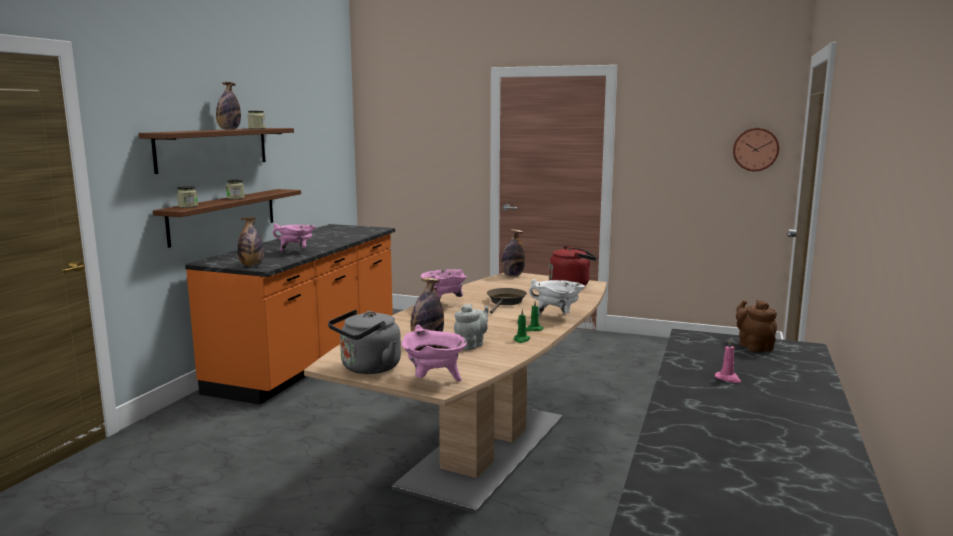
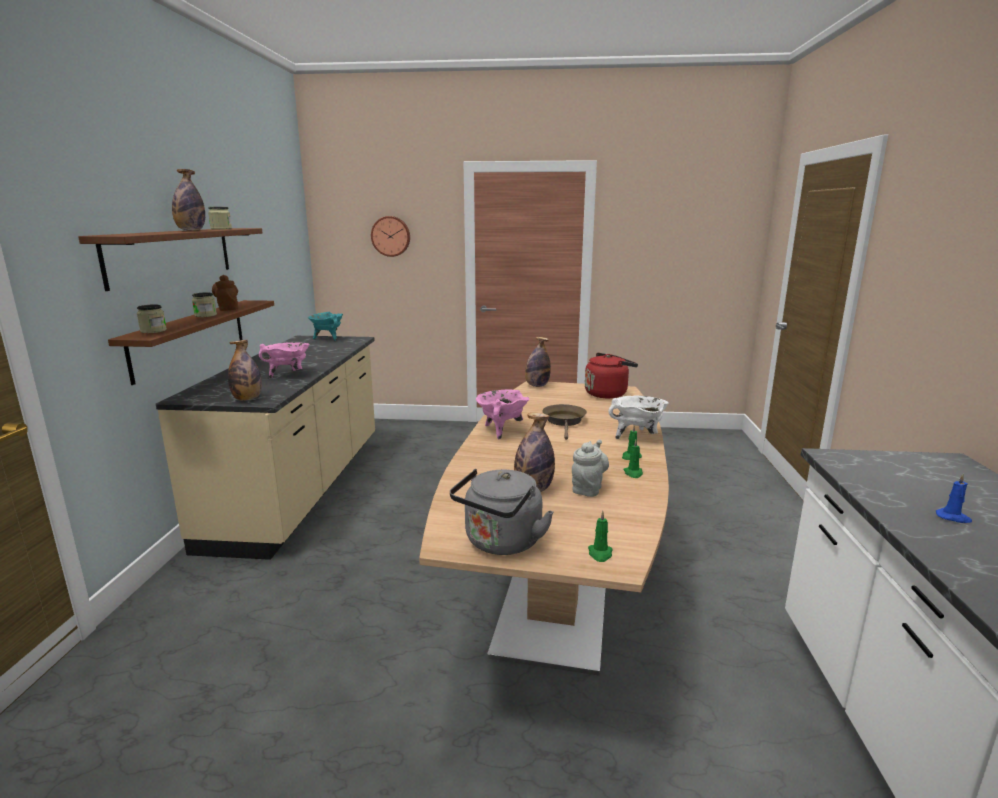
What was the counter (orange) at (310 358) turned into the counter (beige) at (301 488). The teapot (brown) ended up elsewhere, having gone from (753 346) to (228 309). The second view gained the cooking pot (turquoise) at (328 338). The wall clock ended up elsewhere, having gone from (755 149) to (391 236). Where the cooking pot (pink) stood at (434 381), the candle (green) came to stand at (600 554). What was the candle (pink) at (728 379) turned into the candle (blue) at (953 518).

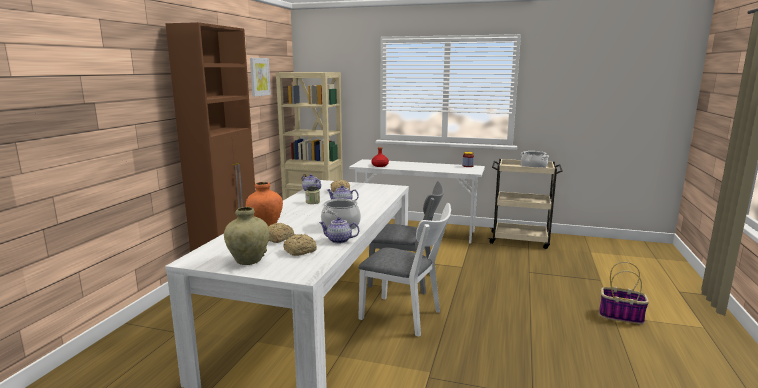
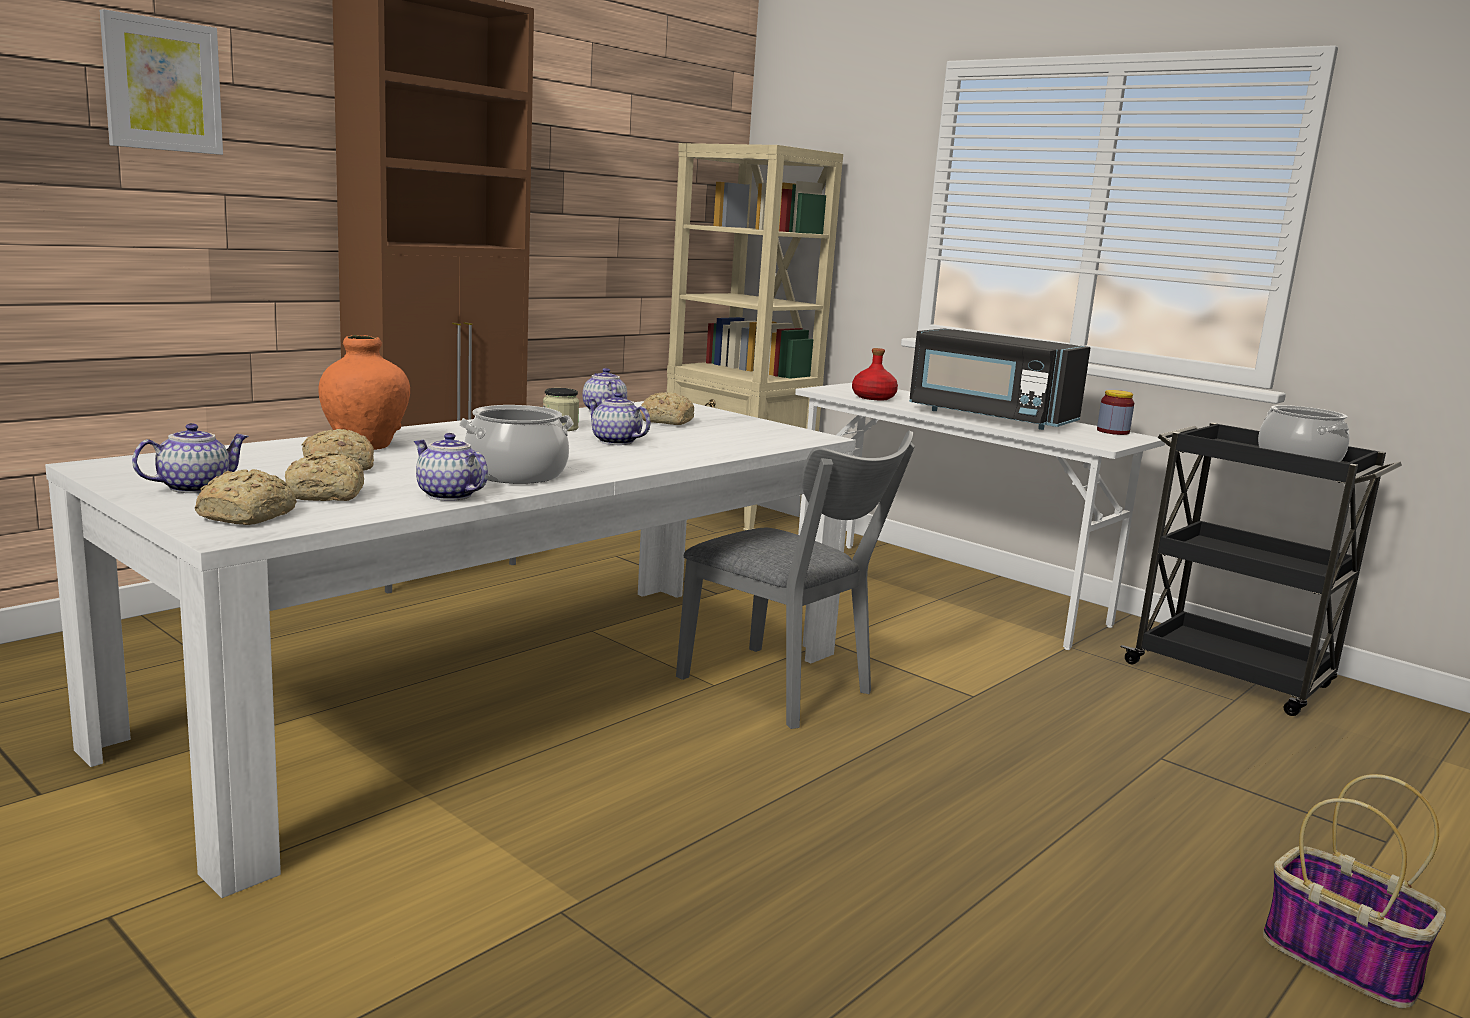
The picture ended up elsewhere, having gone from (259 76) to (162 85). Where the vase (beige) stood at (248 260), the teapot came to stand at (194 487). The second view gained the bread at (249 516). The second view gained the microwave (black) at (989 417). What was the cart (beige) at (520 240) turned into the cart (black) at (1232 677). The second view lost the chair (white) at (406 316).

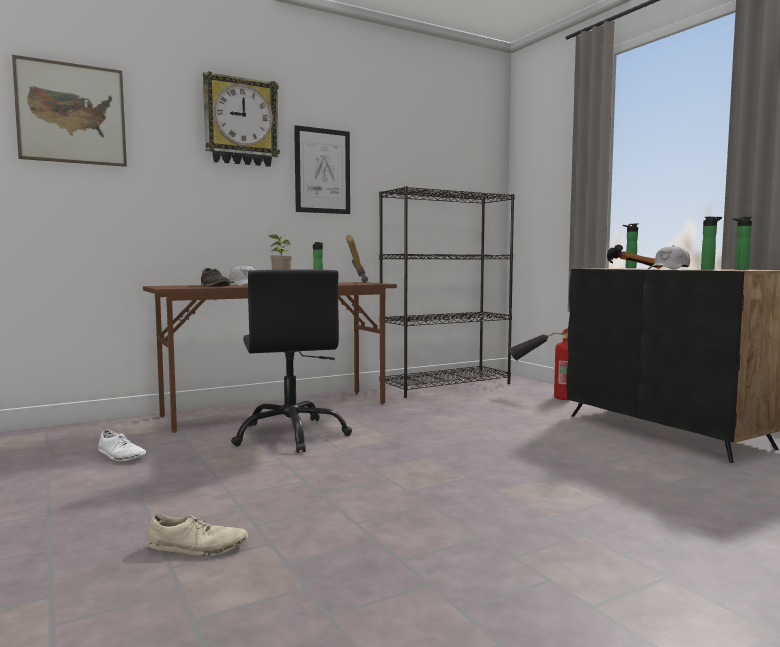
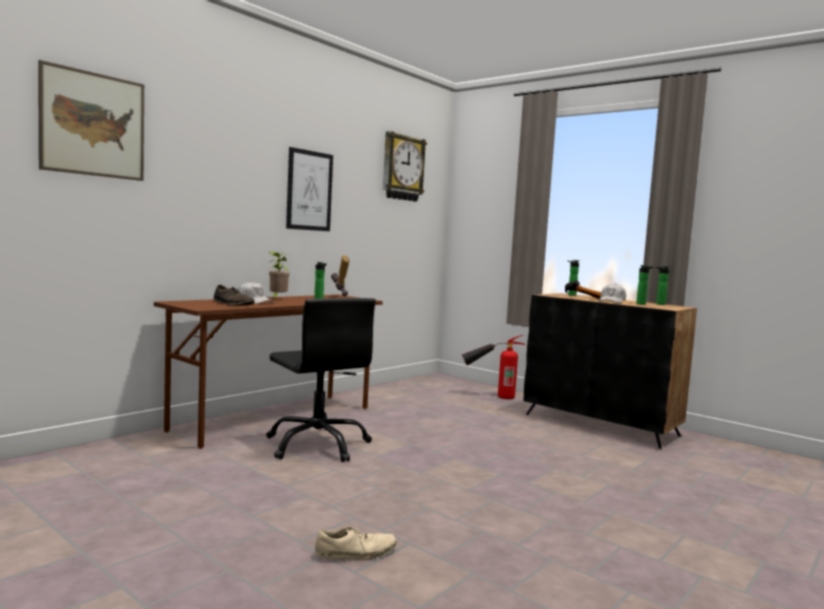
The wall clock ended up elsewhere, having gone from (241 122) to (402 168). The second view lost the shoe (white) at (121 455). The second view lost the bookcase (black) at (446 386).

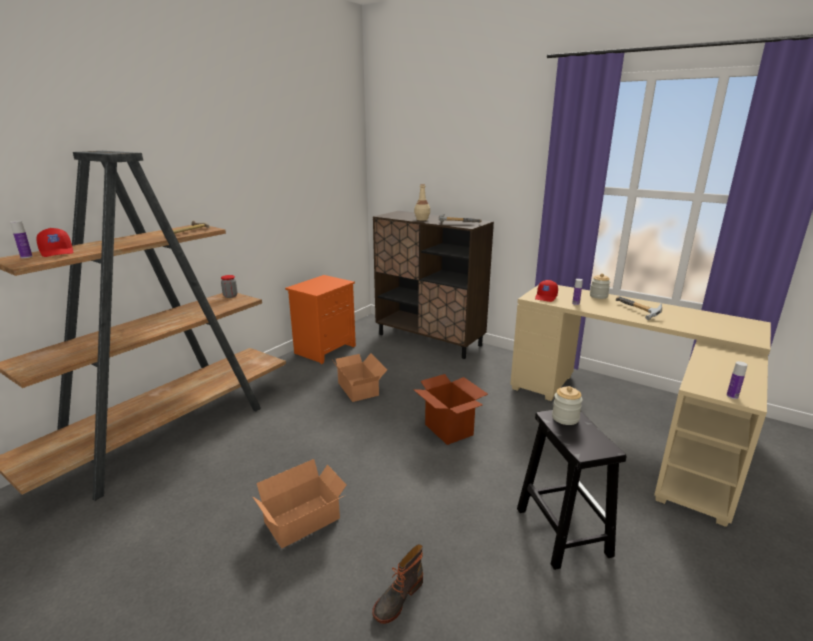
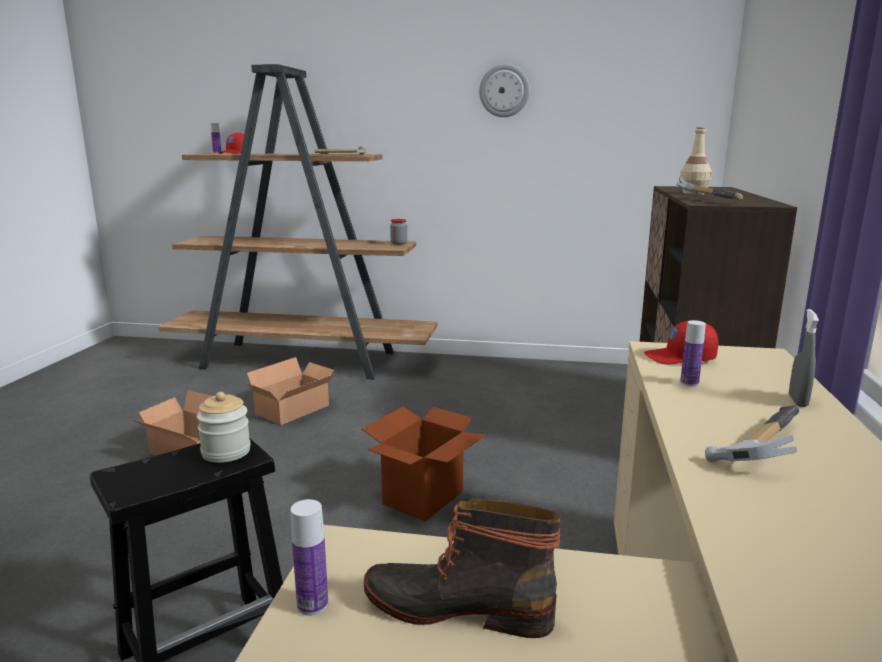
The cardboard box ended up elsewhere, having gone from (359 388) to (295 410). The boot ended up elsewhere, having gone from (397 598) to (459 606). The second view gained the wall clock at (504 91). Where the jar stood at (598 296), the spray bottle (grey) came to stand at (798 401). The second view lost the nightstand (orange) at (325 349).

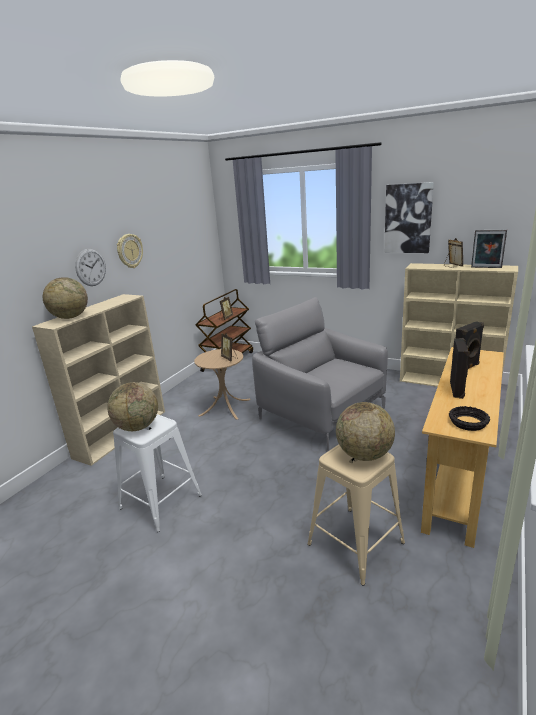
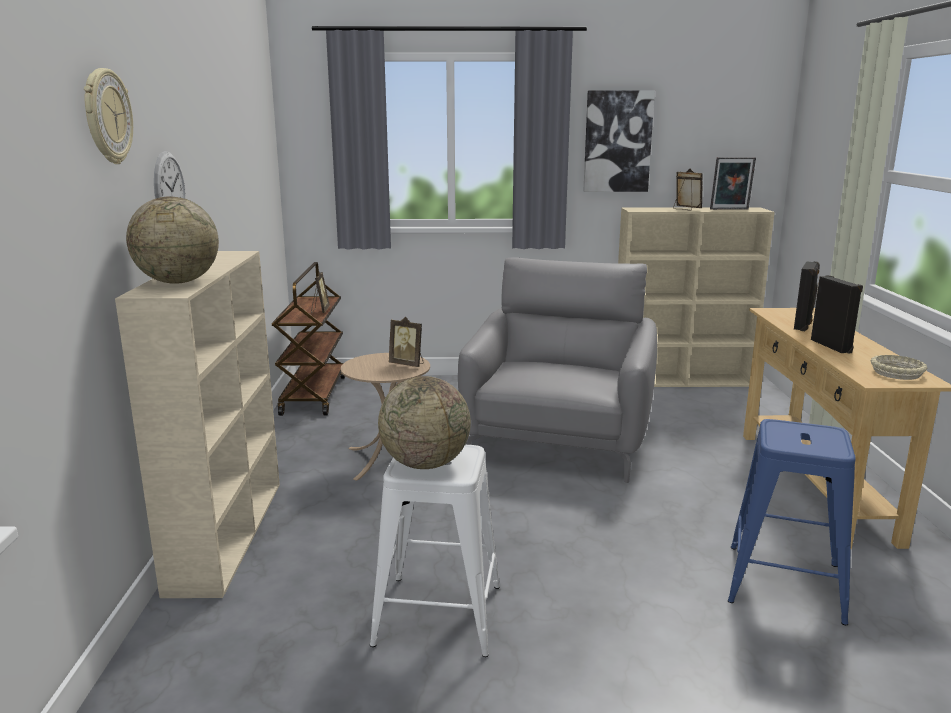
The wall clock ended up elsewhere, having gone from (129 251) to (106 117). The armchair (grey) at (322 413) ended up facing another way, 90 degrees clockwise from before. What was the stool (beige) at (355 543) turned into the stool (blue) at (784 583). What was the bowl (black) at (468 422) turned into the bowl (beige) at (896 373). The second view lost the globe at (364 455).

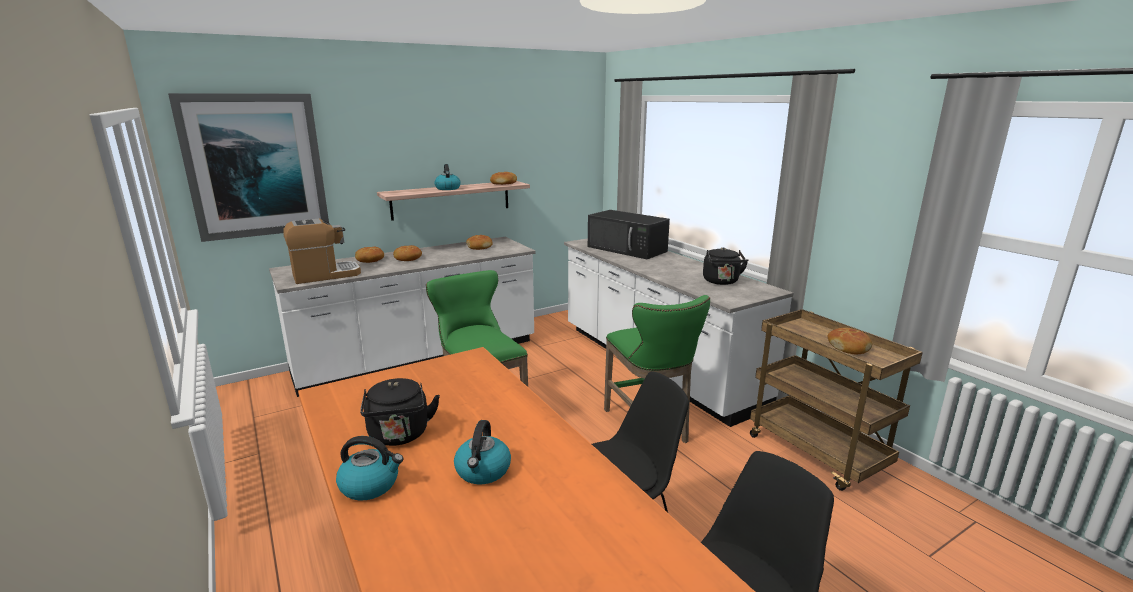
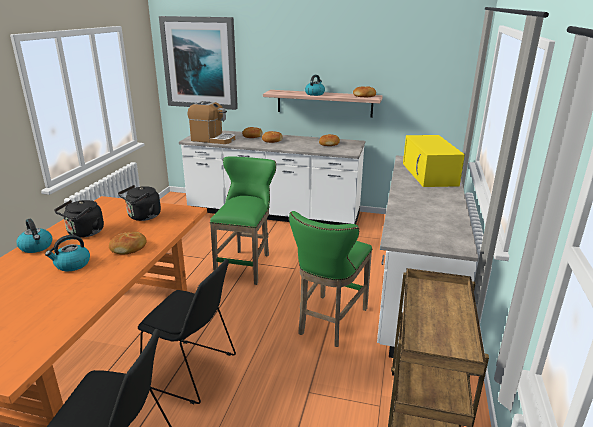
The bread ended up elsewhere, having gone from (848 347) to (129 248). The kettle (black) ended up elsewhere, having gone from (721 282) to (142 217). What was the microwave (black) at (628 249) turned into the microwave (yellow) at (430 174).

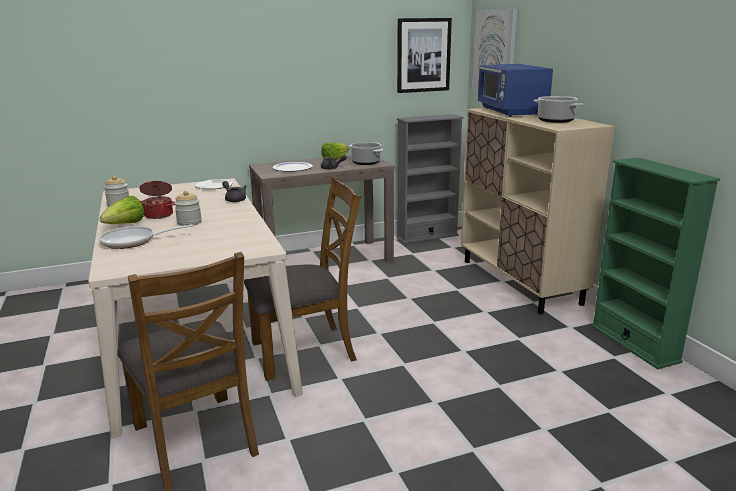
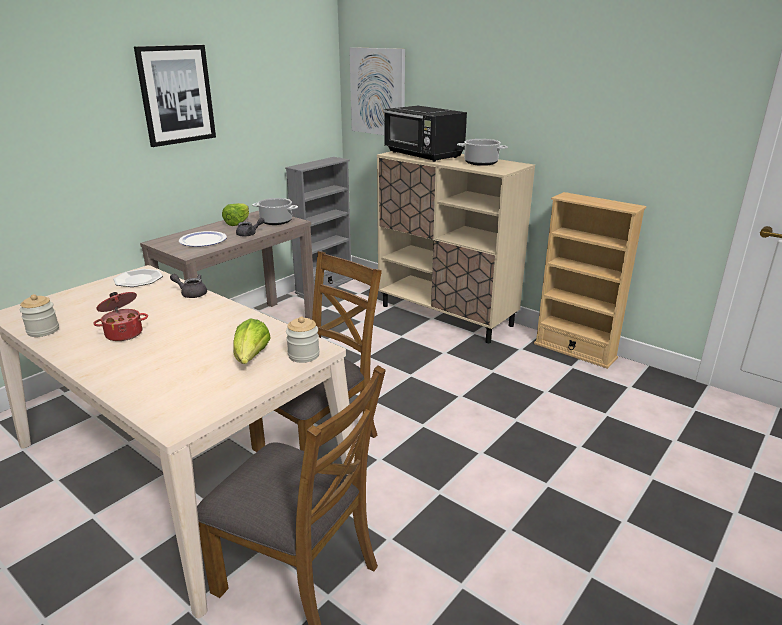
The picture ended up elsewhere, having gone from (423 55) to (176 95). The lettuce ended up elsewhere, having gone from (125 225) to (251 358). The jar ended up elsewhere, having gone from (189 222) to (303 355). What was the microwave (blue) at (510 112) turned into the microwave (black) at (423 155). What was the bookcase (green) at (634 343) turned into the bookcase (beige) at (575 351). The second view lost the frying pan at (133 241).

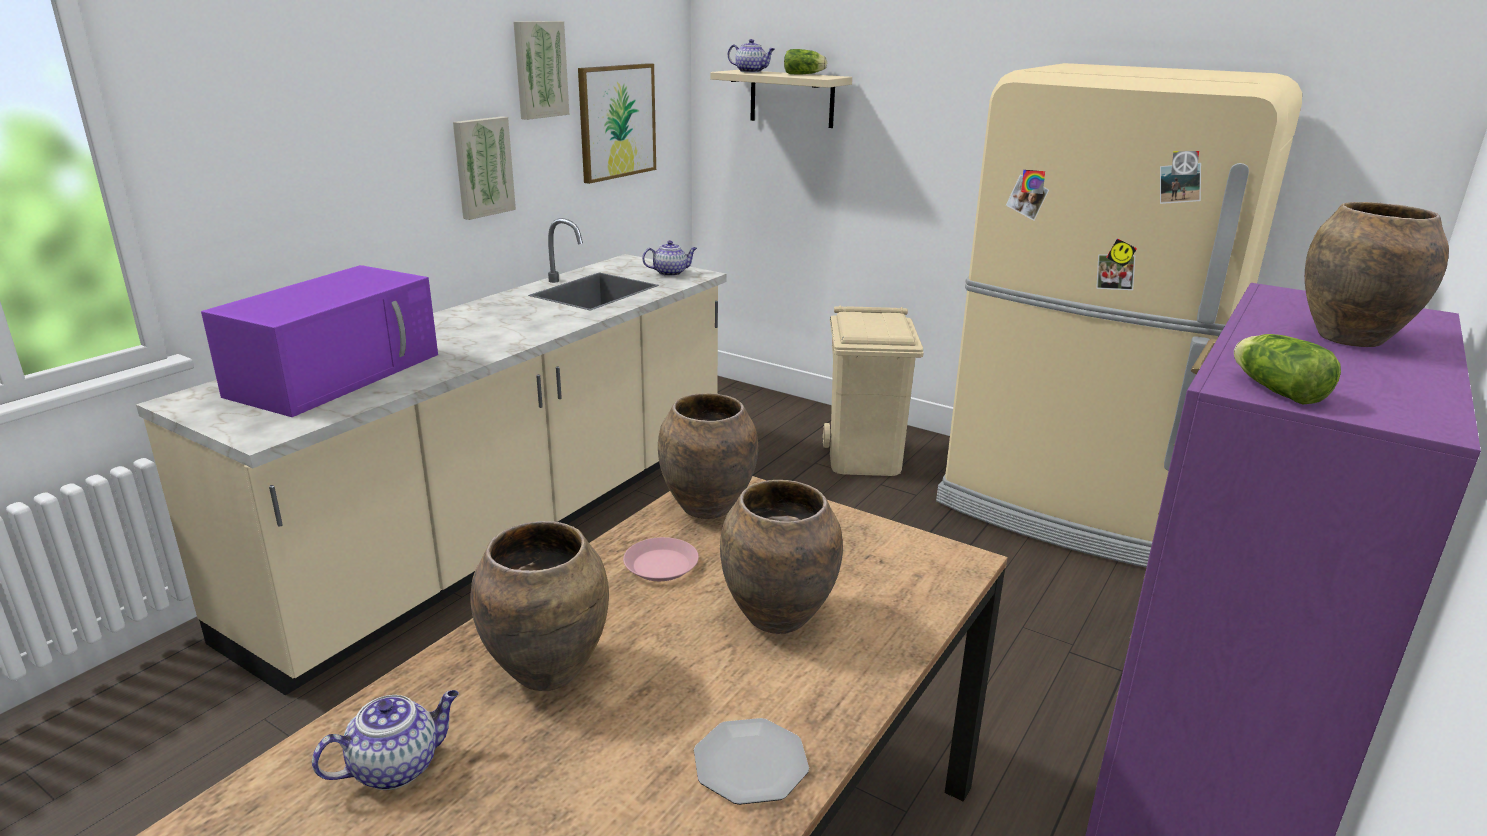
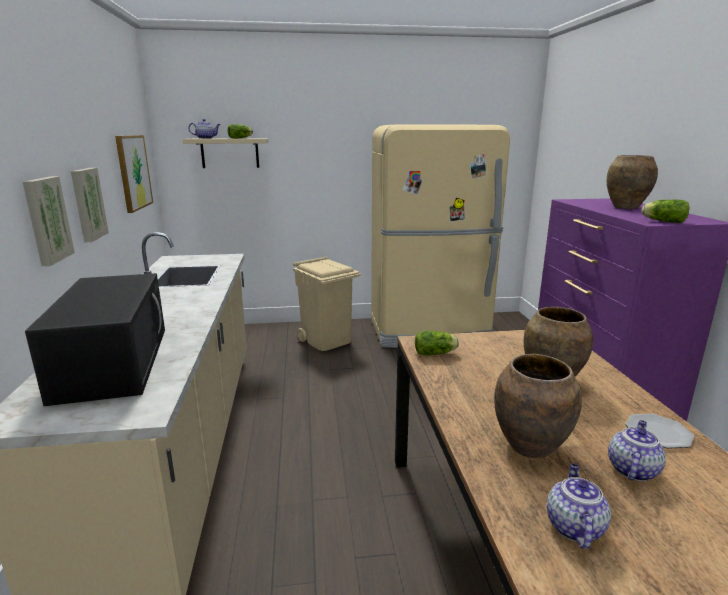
The picture ended up elsewhere, having gone from (539 69) to (46 220). What was the microwave (purple) at (338 373) turned into the microwave (black) at (113 361). Where the vase (brown) stood at (707 507), the lettuce came to stand at (436 353). The teapot ended up elsewhere, having gone from (670 273) to (632 469). The second view lost the plate (pink) at (661 565).

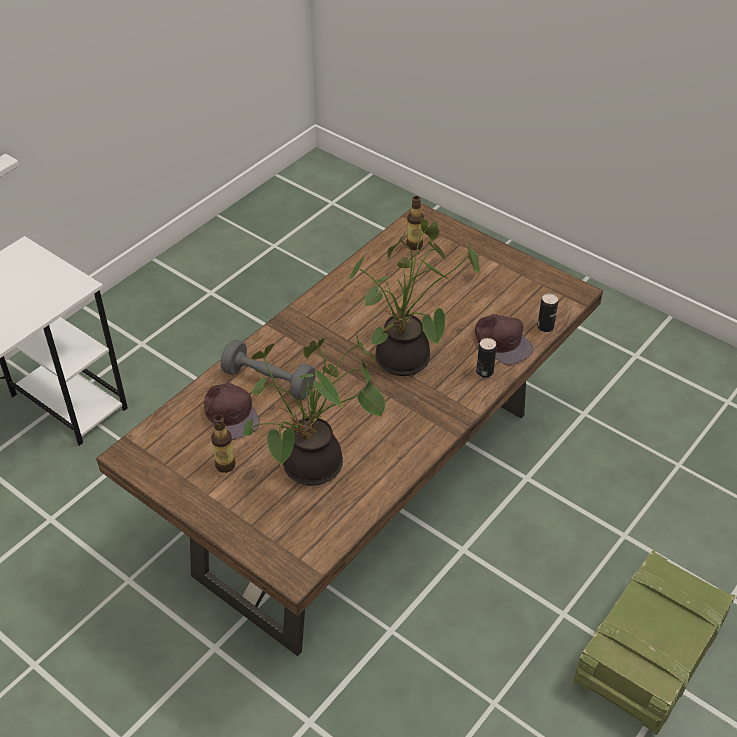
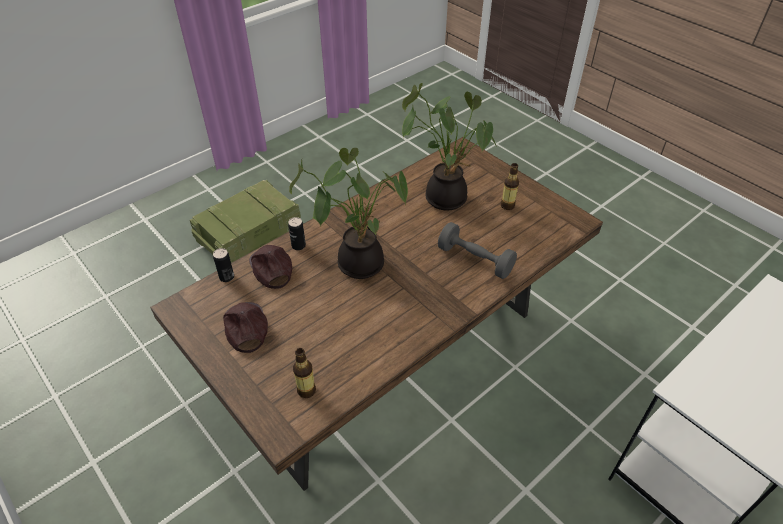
The cap (brown) ended up elsewhere, having gone from (231 413) to (245 328).

